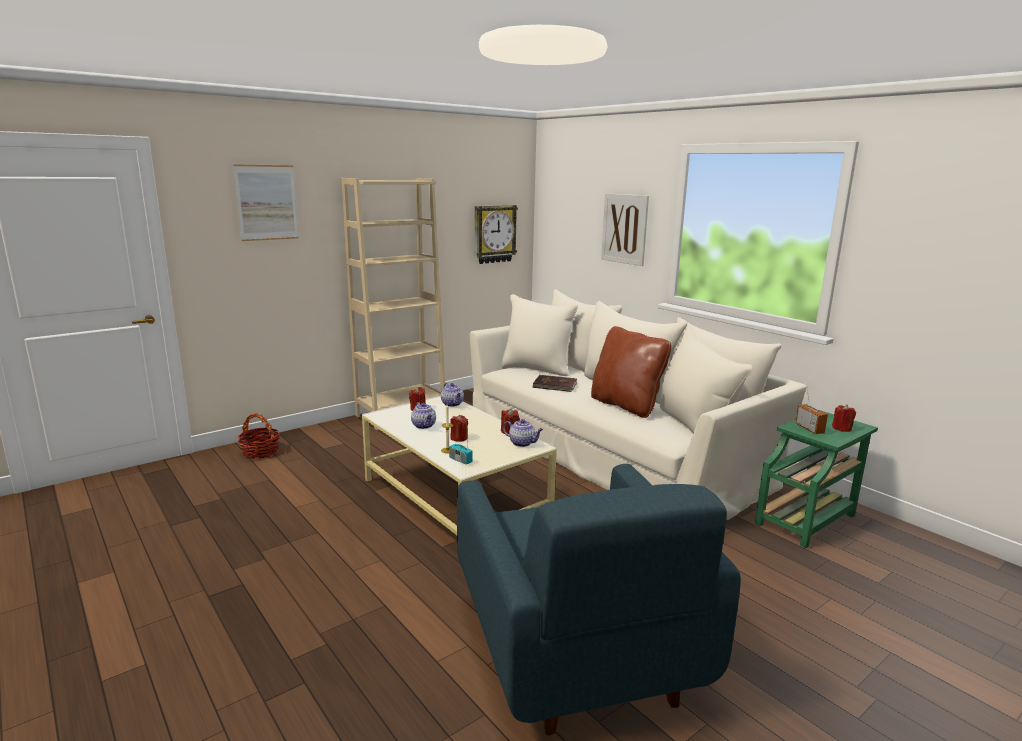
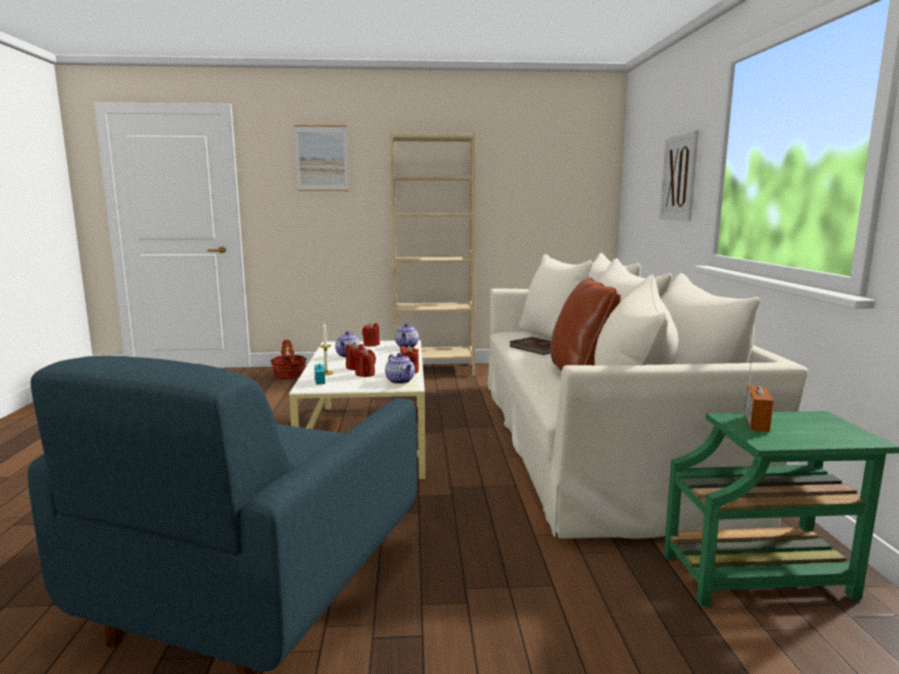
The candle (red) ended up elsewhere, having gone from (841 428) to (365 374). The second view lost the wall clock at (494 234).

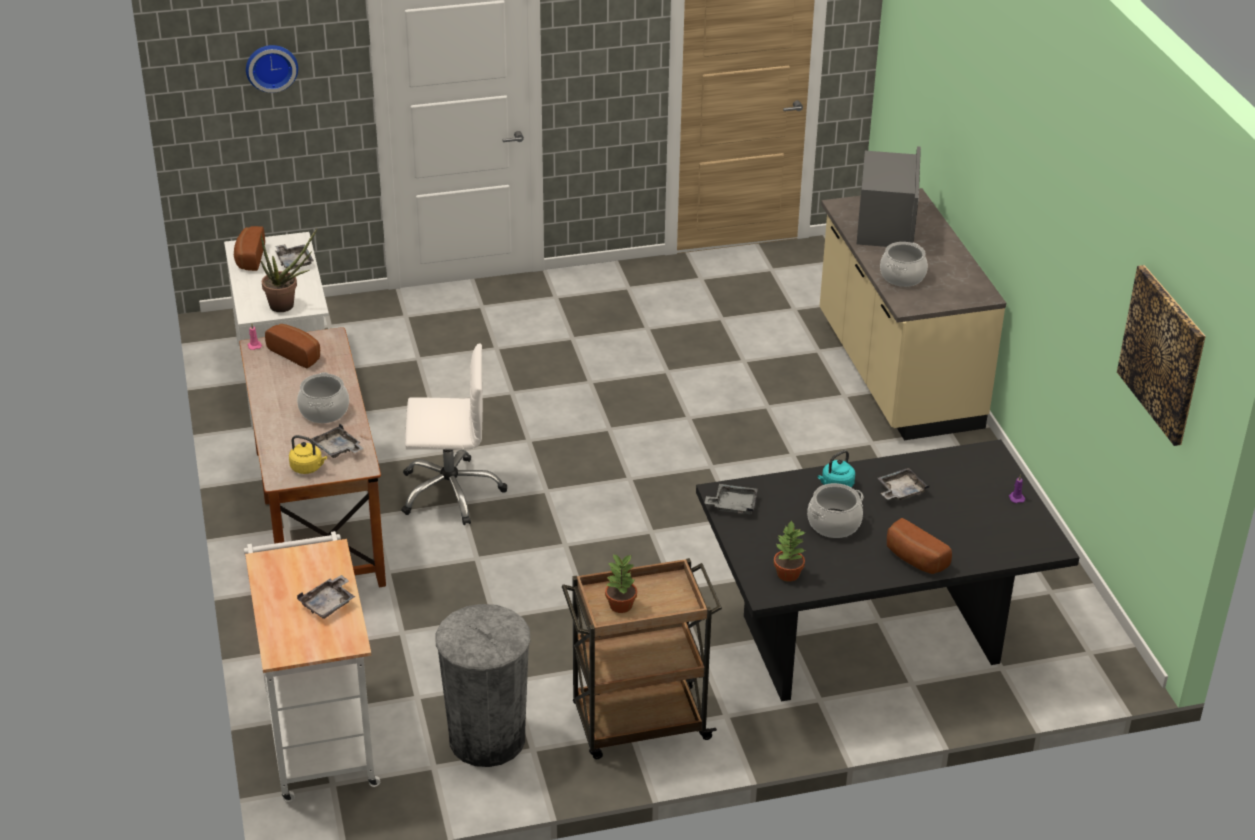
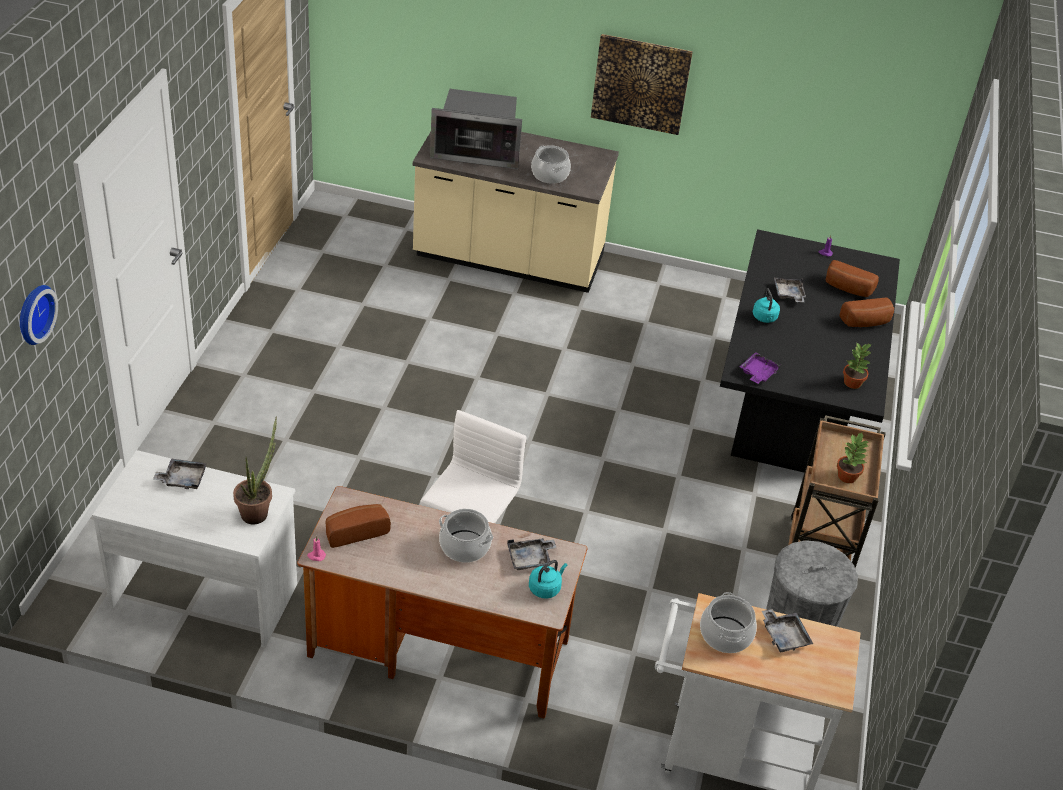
The microwave at (886 226) ended up facing another way, 150 degrees clockwise from before. What was the kettle (yellow) at (308 468) turned into the kettle (turquoise) at (546 588). The picture ended up elsewhere, having gone from (1162 354) to (641 83). The cooking pot ended up elsewhere, having gone from (834 524) to (726 635). What was the tray (grey) at (733 505) turned into the tray (purple) at (758 373). The bread ended up elsewhere, having gone from (249 258) to (847 289).

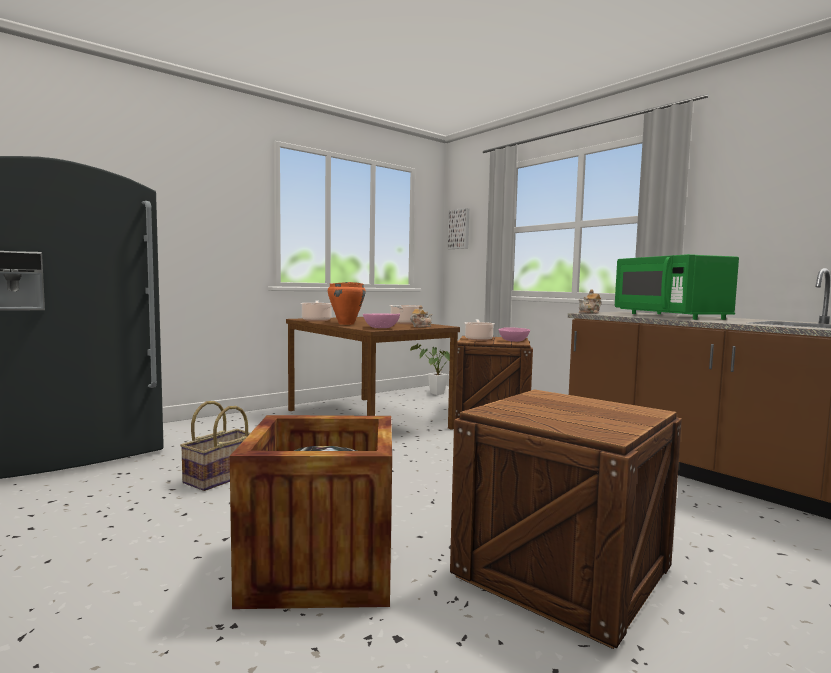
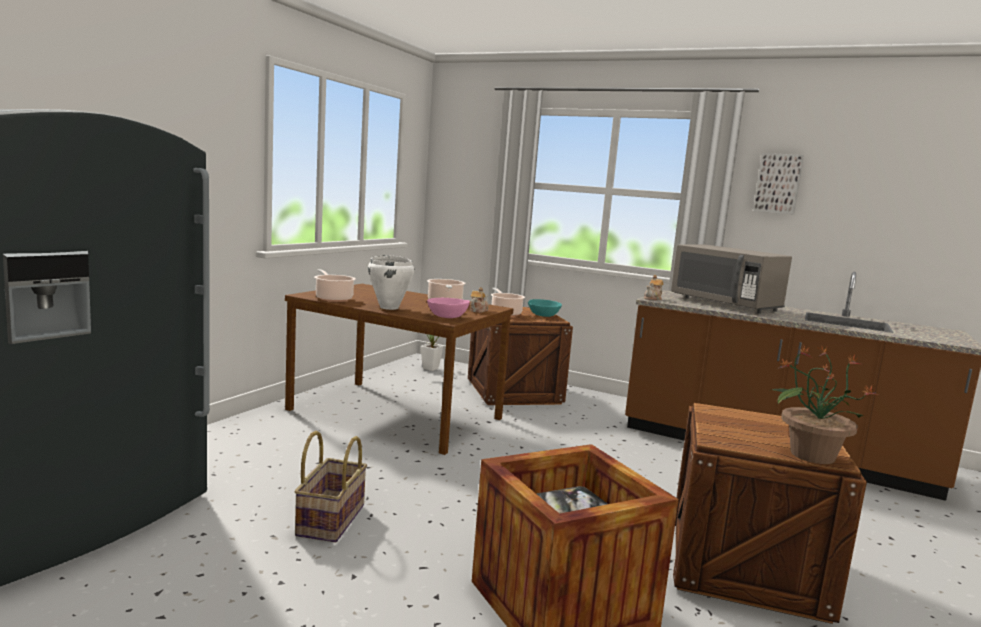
What was the cooking pot (orange) at (346 324) turned into the cooking pot (white) at (389 307). What was the bowl (pink) at (514 341) turned into the bowl (turquoise) at (544 315). What was the microwave (green) at (669 316) turned into the microwave (grey) at (725 304). The picture ended up elsewhere, having gone from (459 229) to (778 183). The second view gained the potted plant at (810 455).

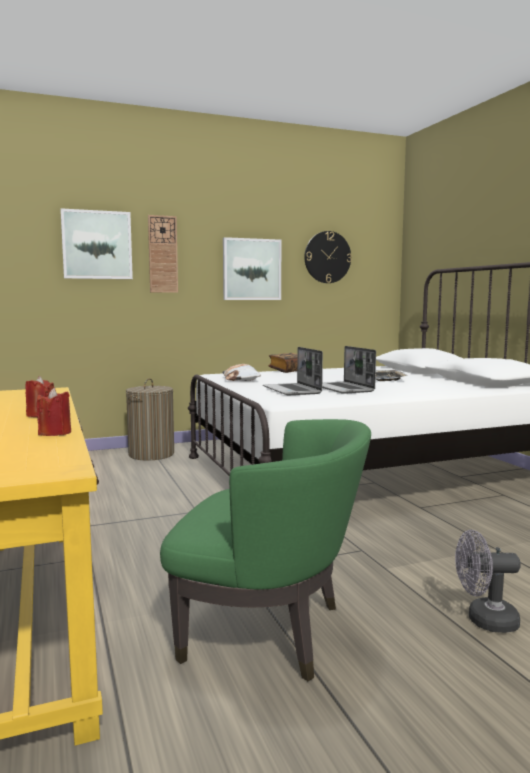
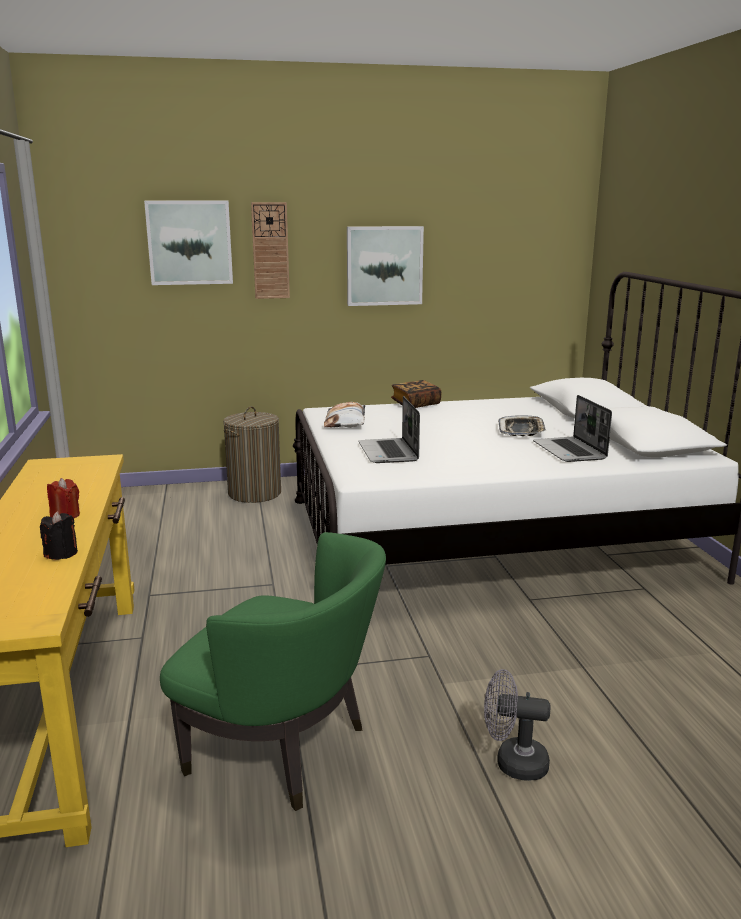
What was the candle (red) at (55 433) turned into the candle (black) at (61 553). The laptop ended up elsewhere, having gone from (344 389) to (570 451). The second view lost the wall clock at (327 257).

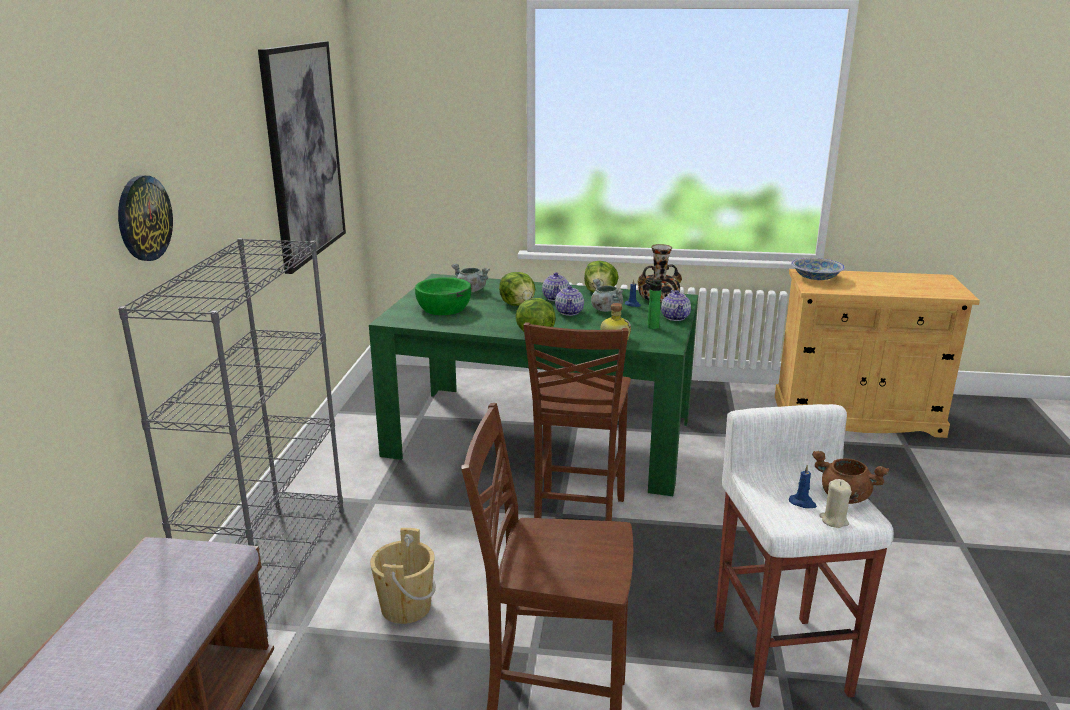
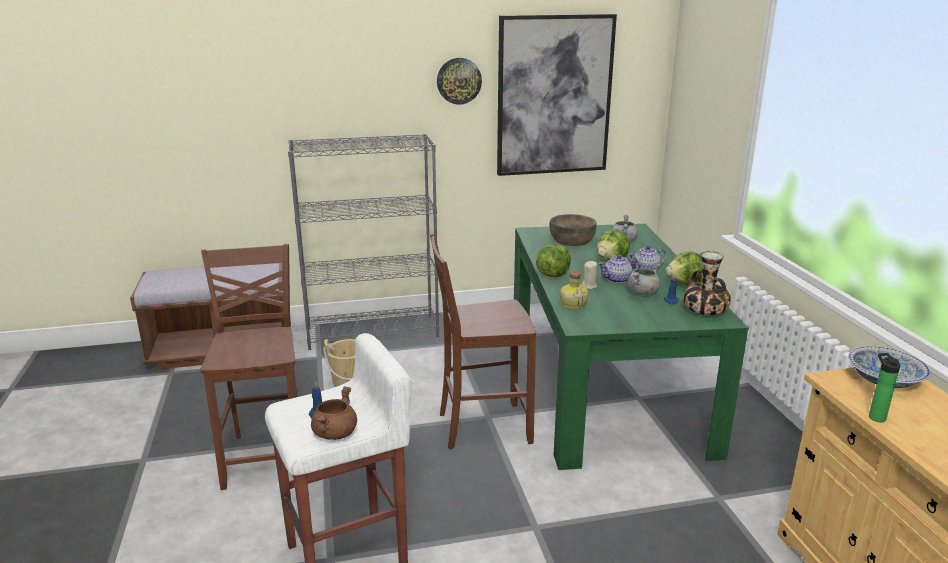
The wall clock ended up elsewhere, having gone from (143 218) to (459 81). What was the bowl (green) at (444 308) turned into the bowl (brown) at (572 240). The candle (beige) ended up elsewhere, having gone from (834 520) to (589 286). The bottle ended up elsewhere, having gone from (651 327) to (875 416). The second view lost the teapot at (675 317).

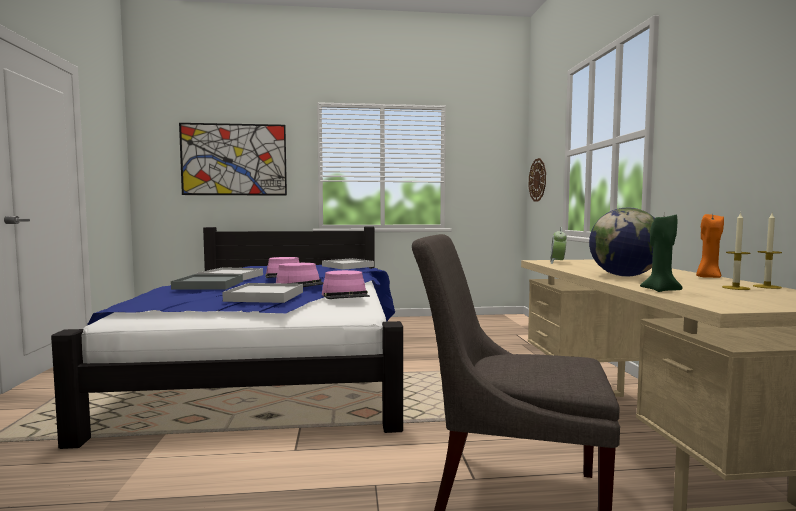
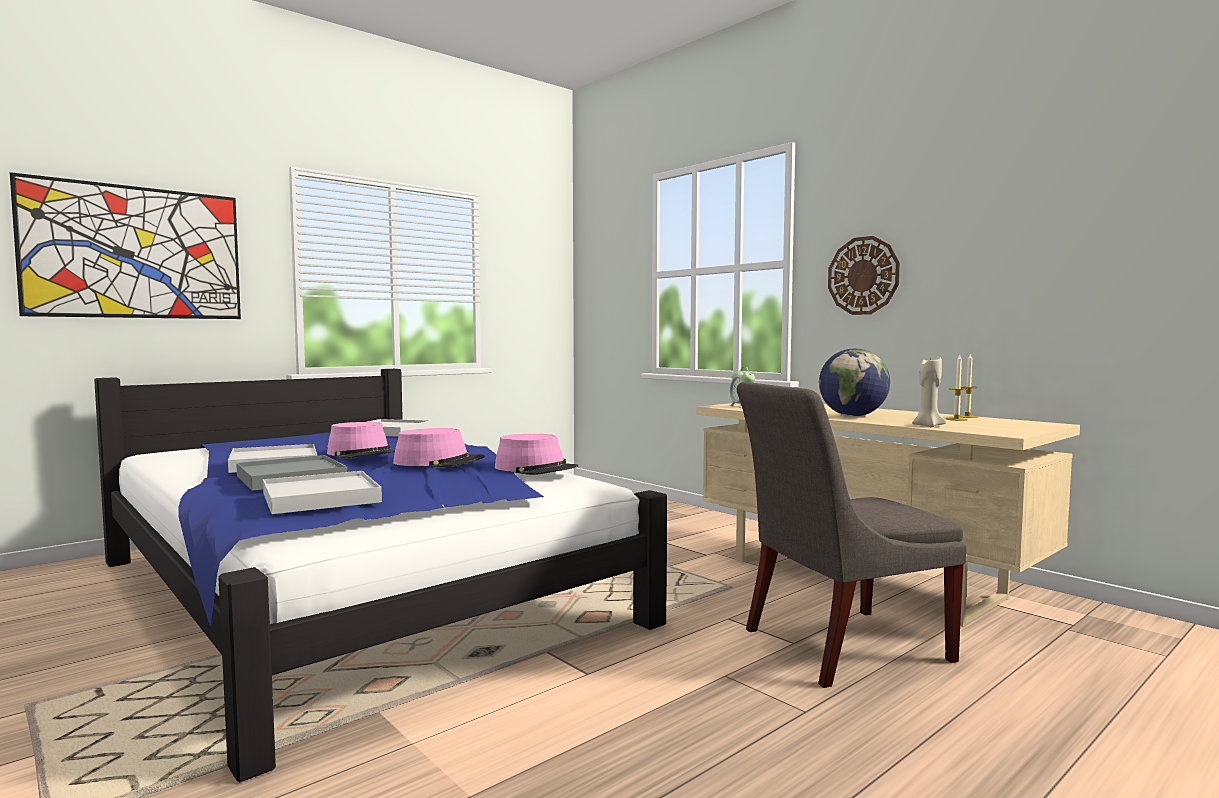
The tray (white) ended up elsewhere, having gone from (265 296) to (320 498). The wall clock ended up elsewhere, having gone from (537 180) to (863 276). What was the candle (green) at (660 290) turned into the candle (beige) at (927 426). The second view lost the candle (orange) at (708 277).

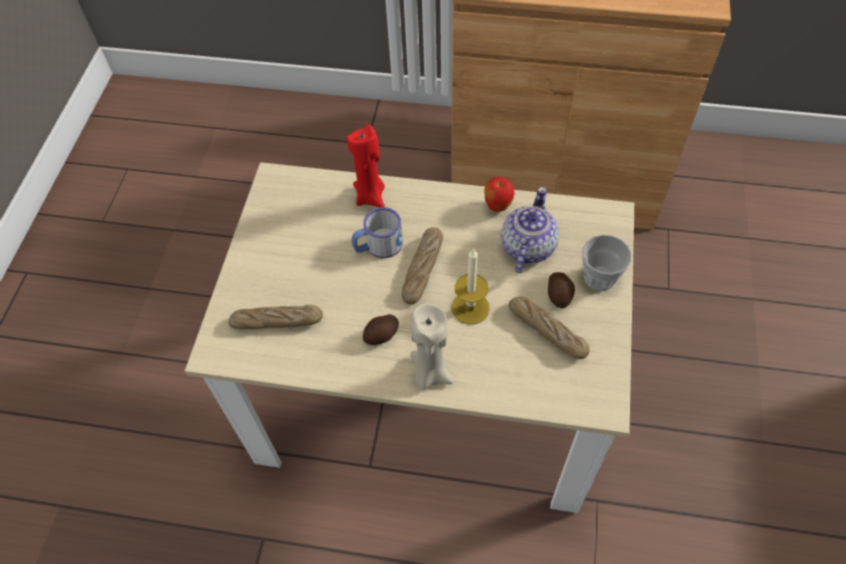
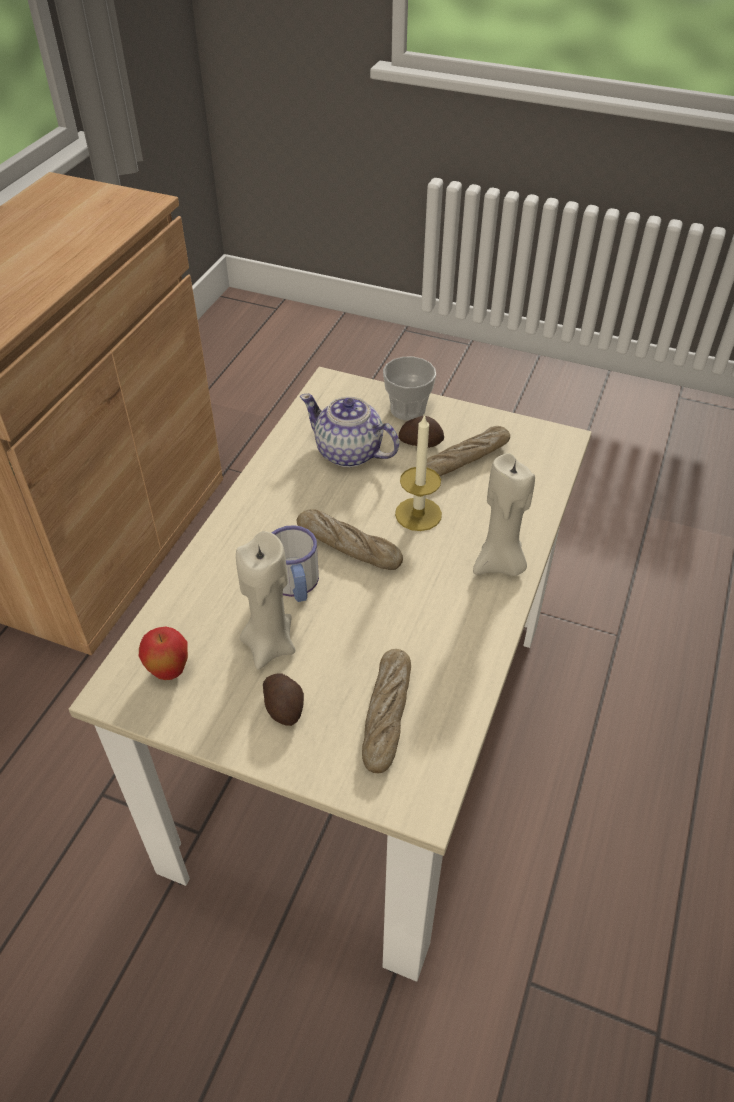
The apple ended up elsewhere, having gone from (498 206) to (169 671). The second view gained the candle (beige) at (270 645). The potato ended up elsewhere, having gone from (382 335) to (284 706). The second view lost the candle (red) at (371 196).

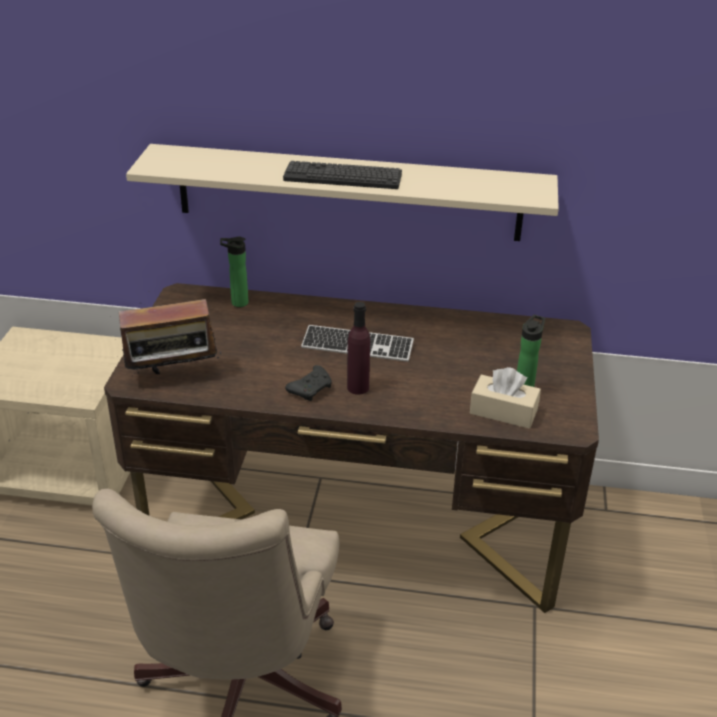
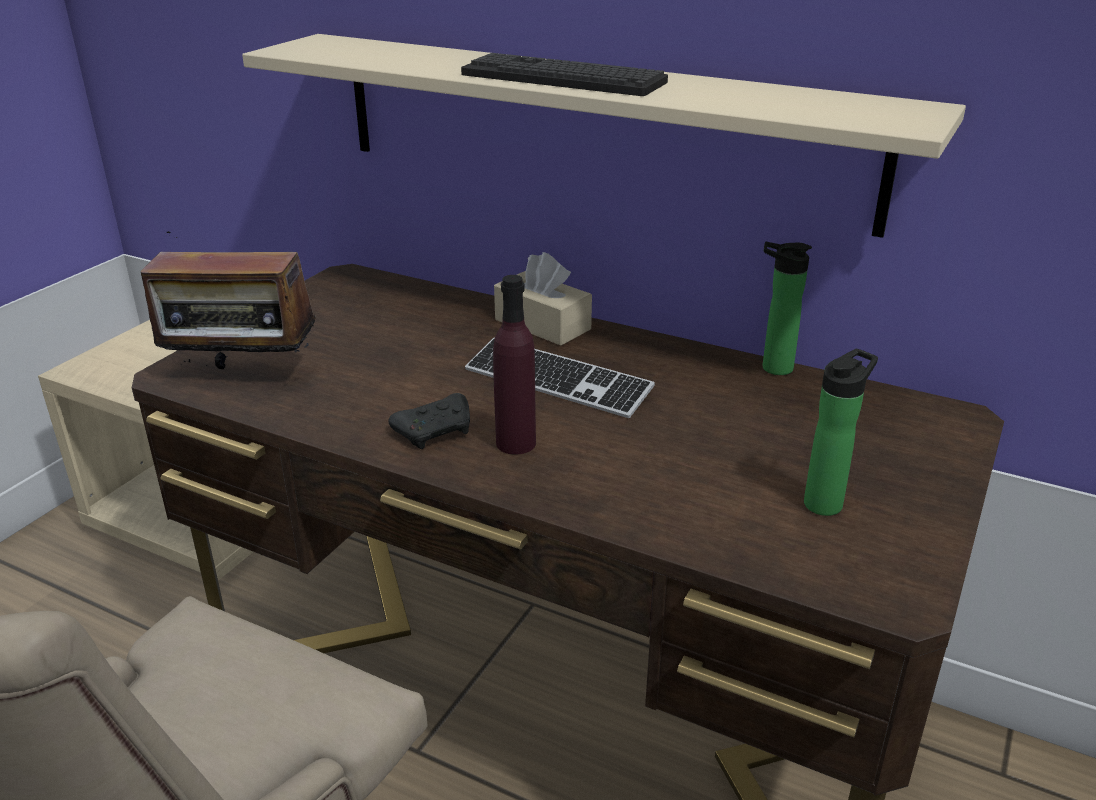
The tissue box (beige) ended up elsewhere, having gone from (503 411) to (542 324). The bottle ended up elsewhere, having gone from (237 303) to (772 367).

